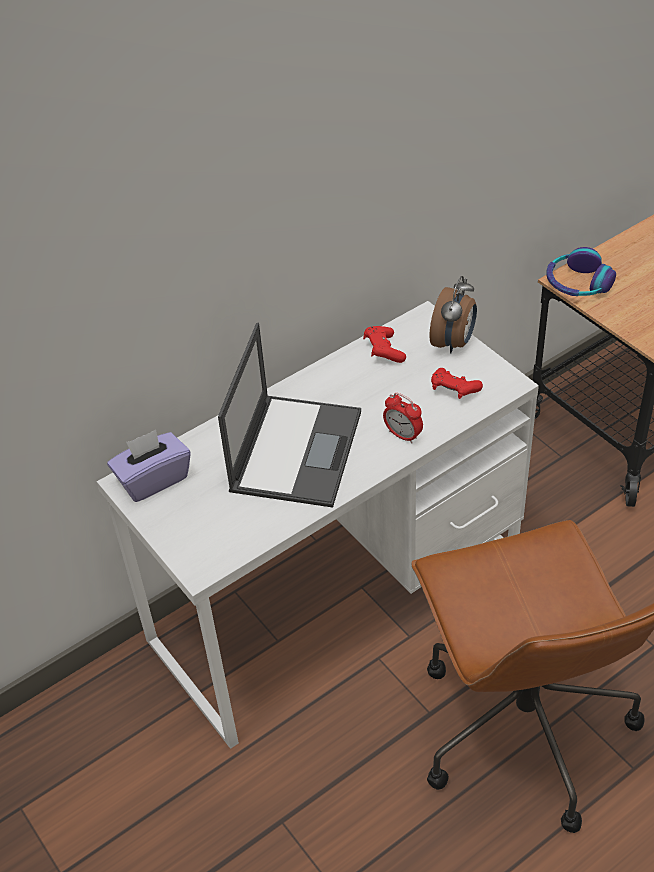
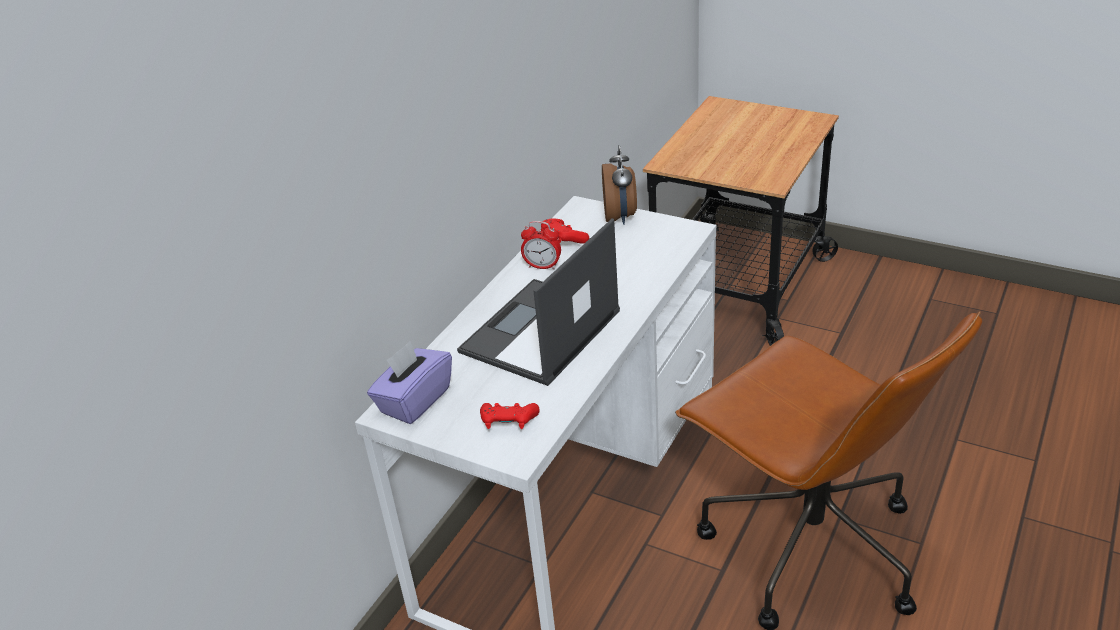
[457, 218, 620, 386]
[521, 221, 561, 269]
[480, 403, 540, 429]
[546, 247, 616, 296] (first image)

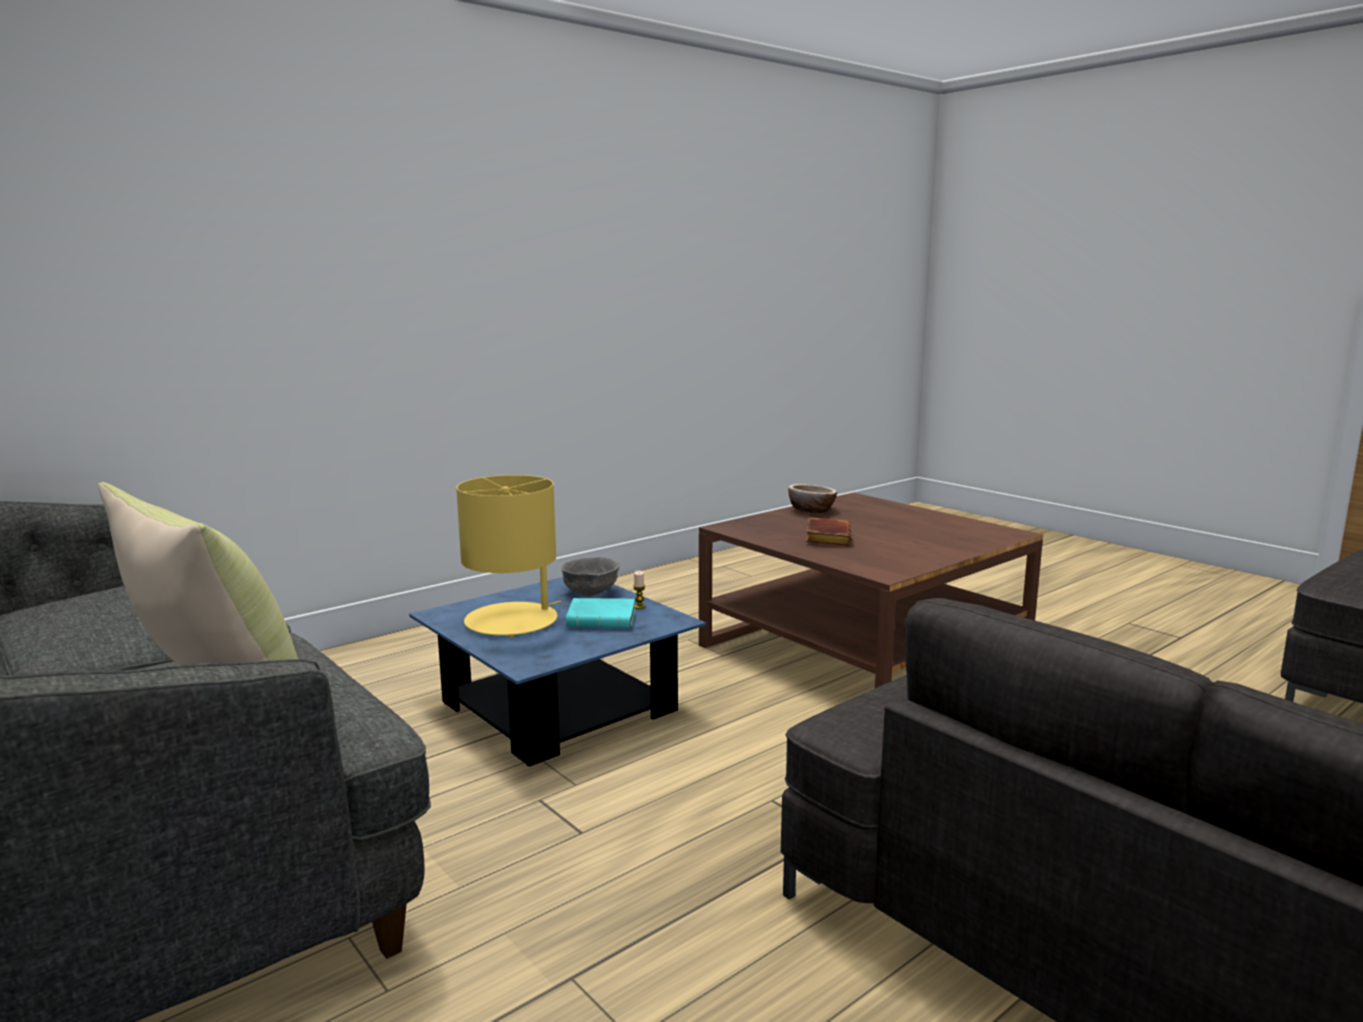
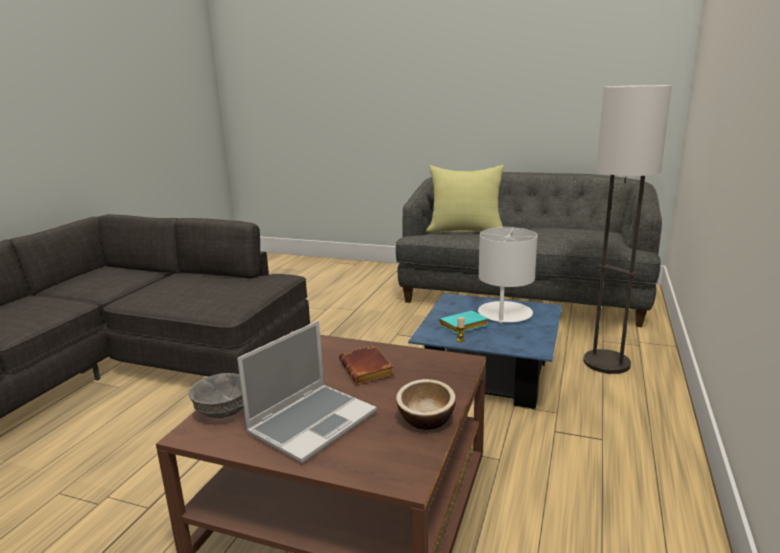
[478, 227, 538, 324]
[188, 373, 244, 418]
[237, 321, 377, 463]
[583, 85, 672, 374]

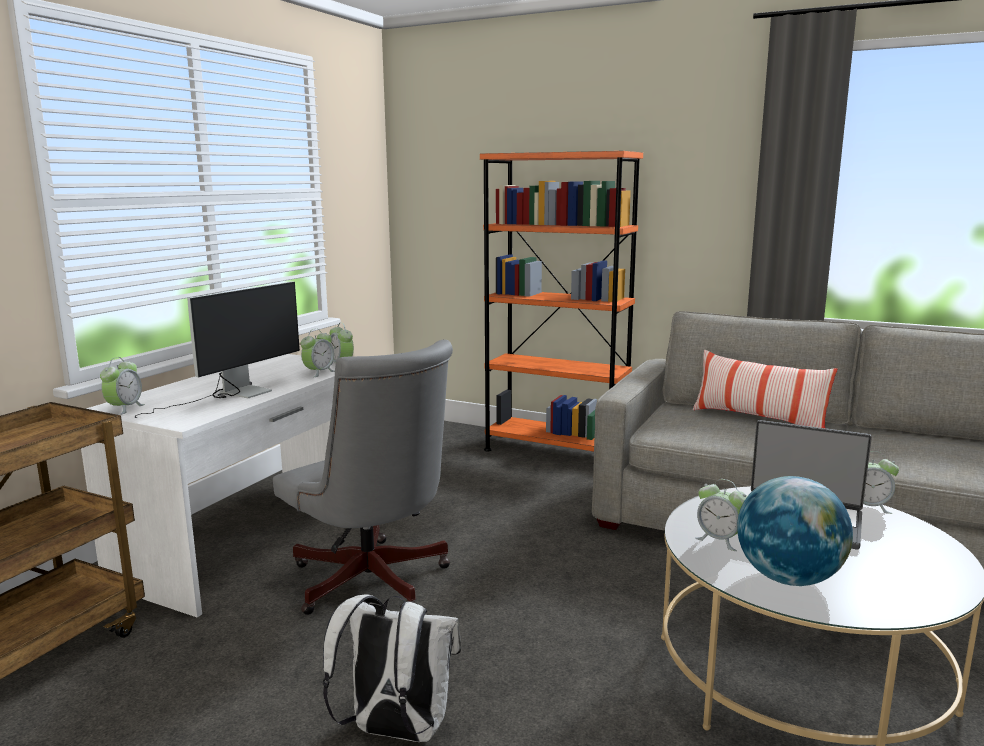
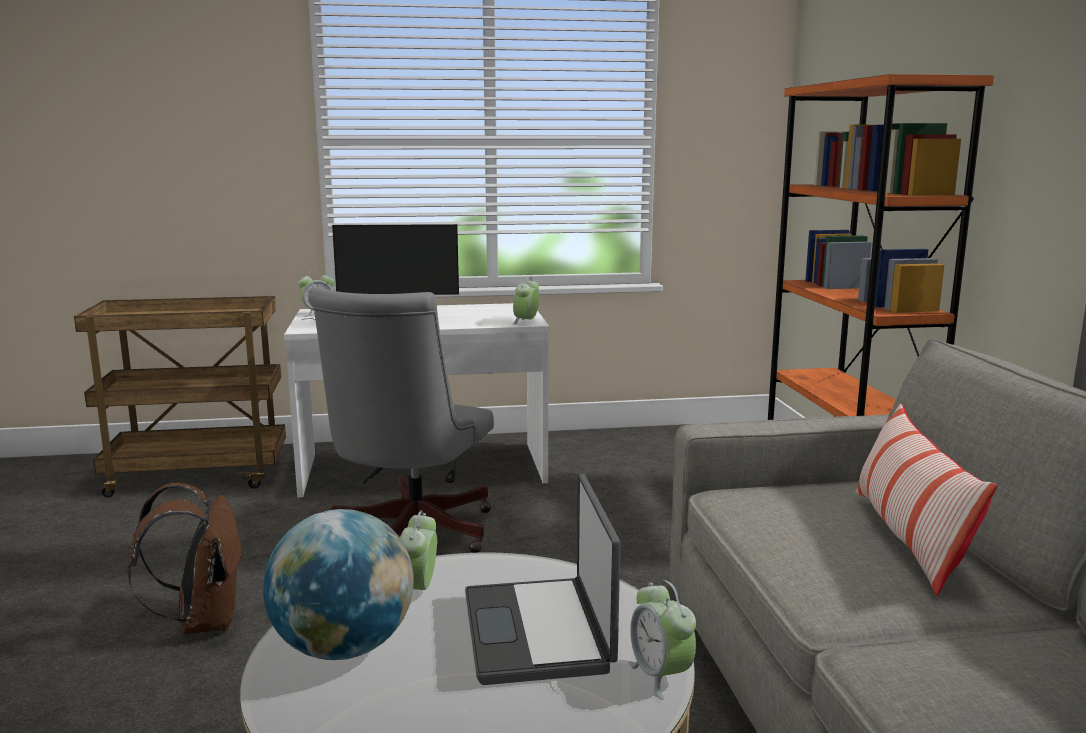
[301, 329, 335, 377] (first image)
[128, 483, 244, 634]

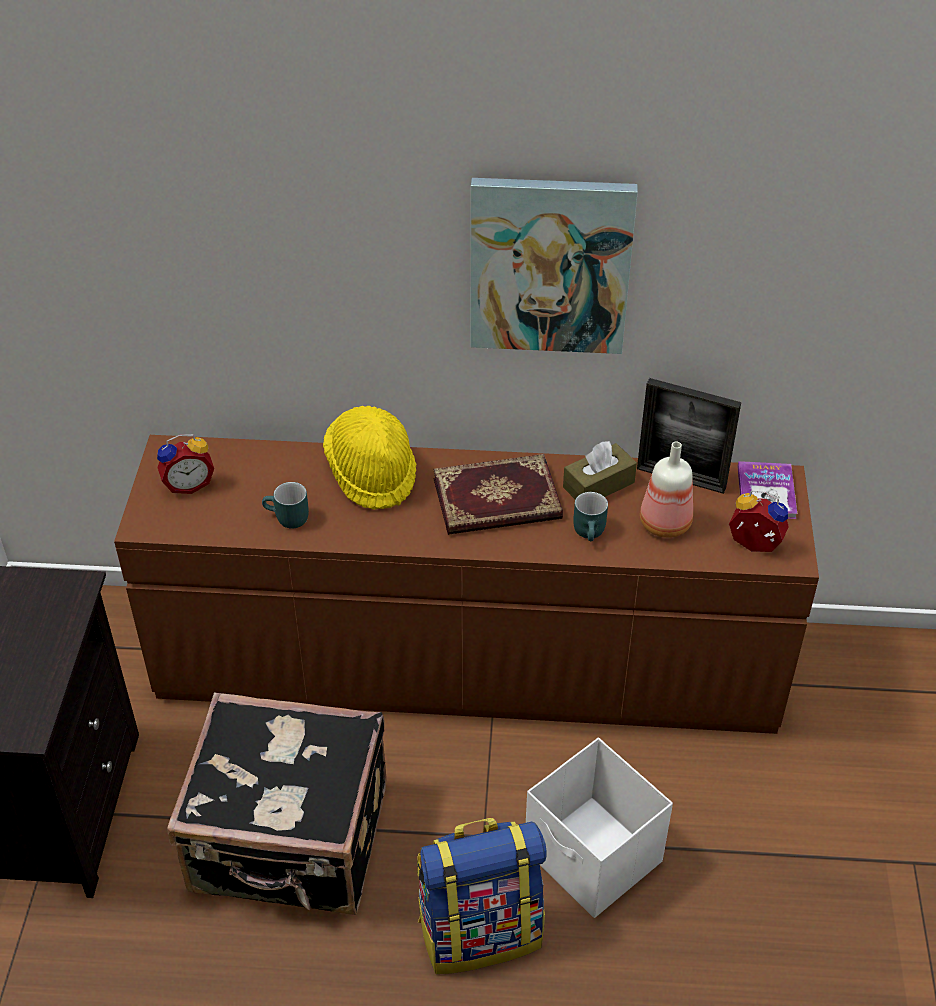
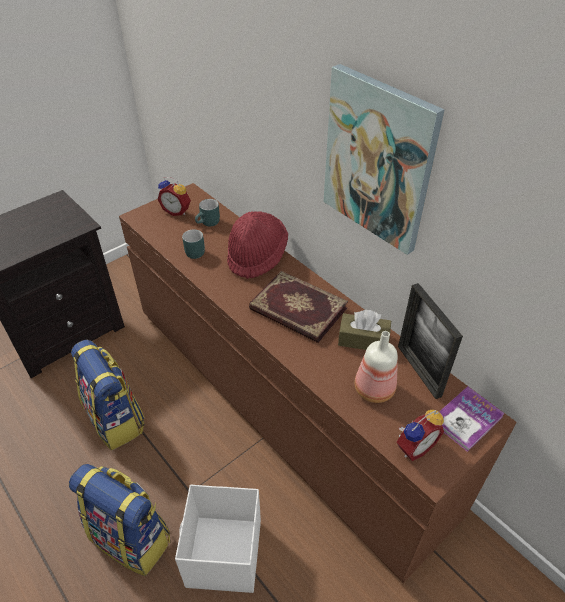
[71, 340, 145, 450]
[227, 211, 288, 279]
[195, 199, 220, 226]
[397, 410, 444, 461]

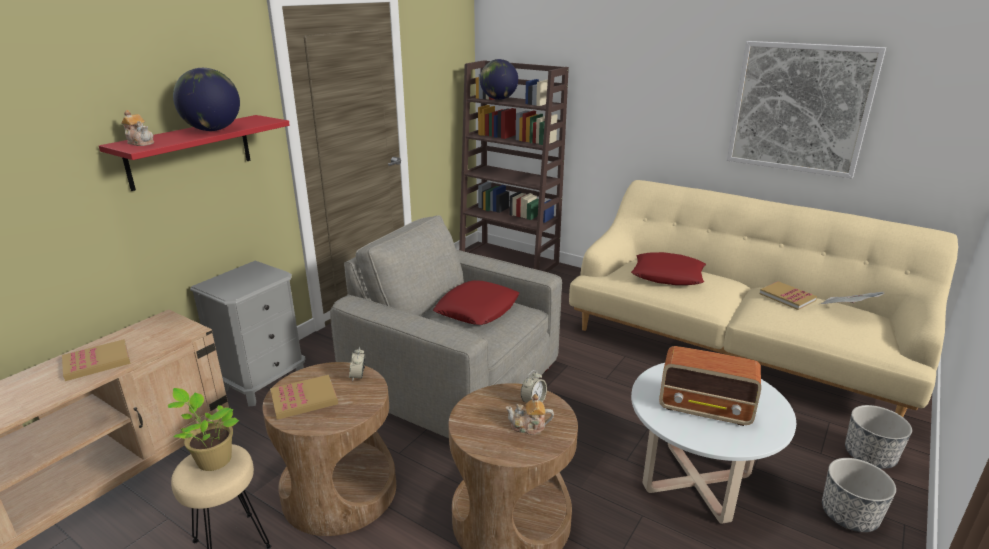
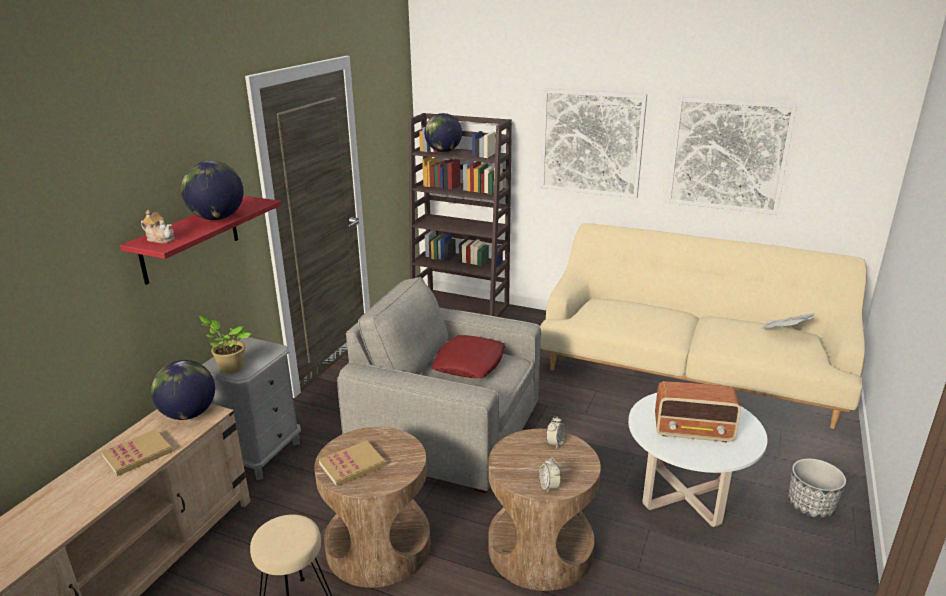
[199, 316, 251, 373]
[539, 457, 561, 492]
[506, 394, 554, 435] (first image)
[631, 252, 706, 285] (first image)
[760, 281, 817, 310] (first image)
[845, 405, 912, 469] (first image)
[151, 360, 215, 420]
[540, 88, 647, 199]

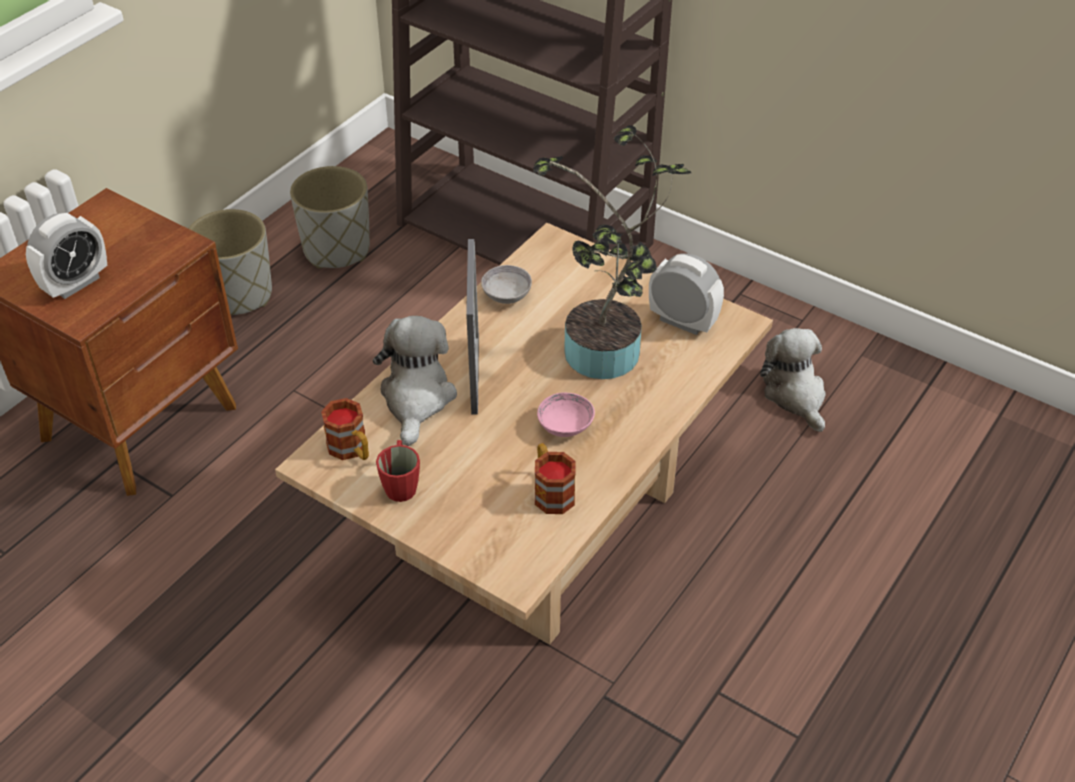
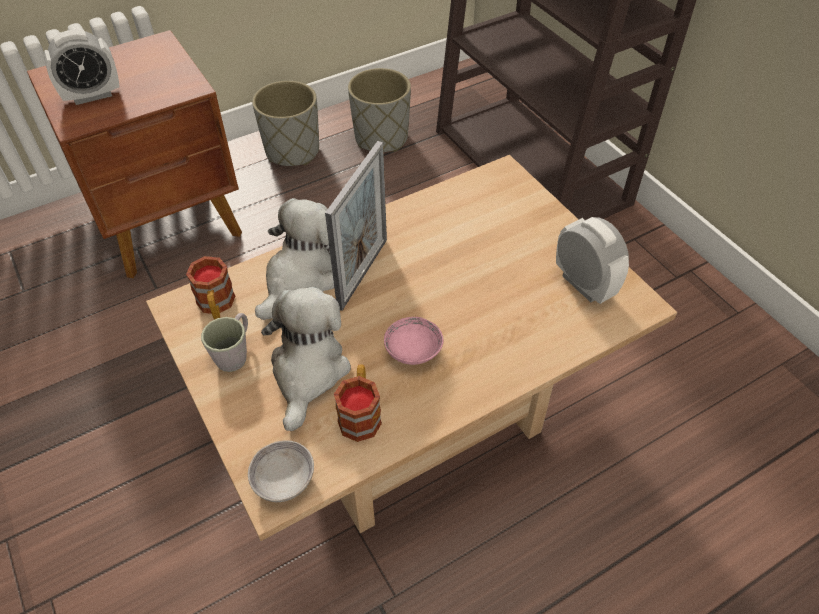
[201, 313, 248, 372]
[248, 440, 314, 502]
[533, 125, 691, 379] (first image)
[261, 287, 351, 431]

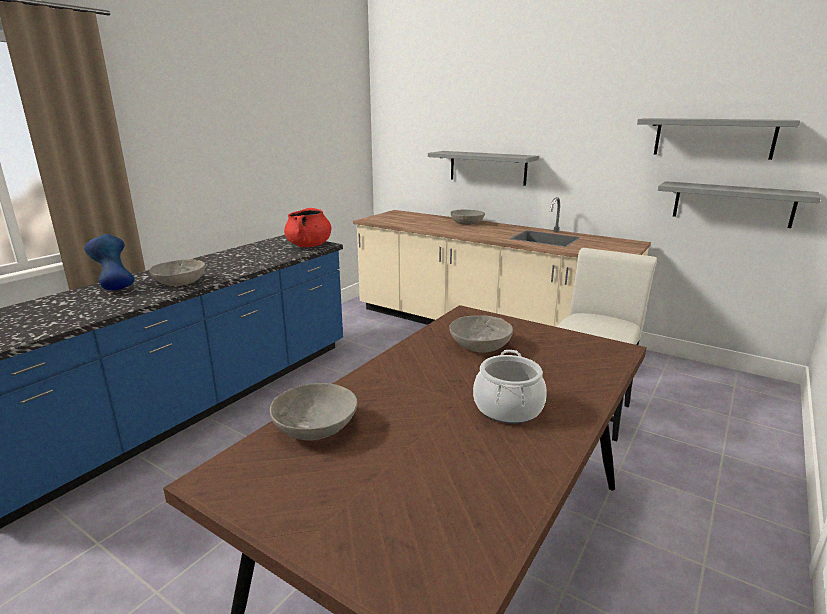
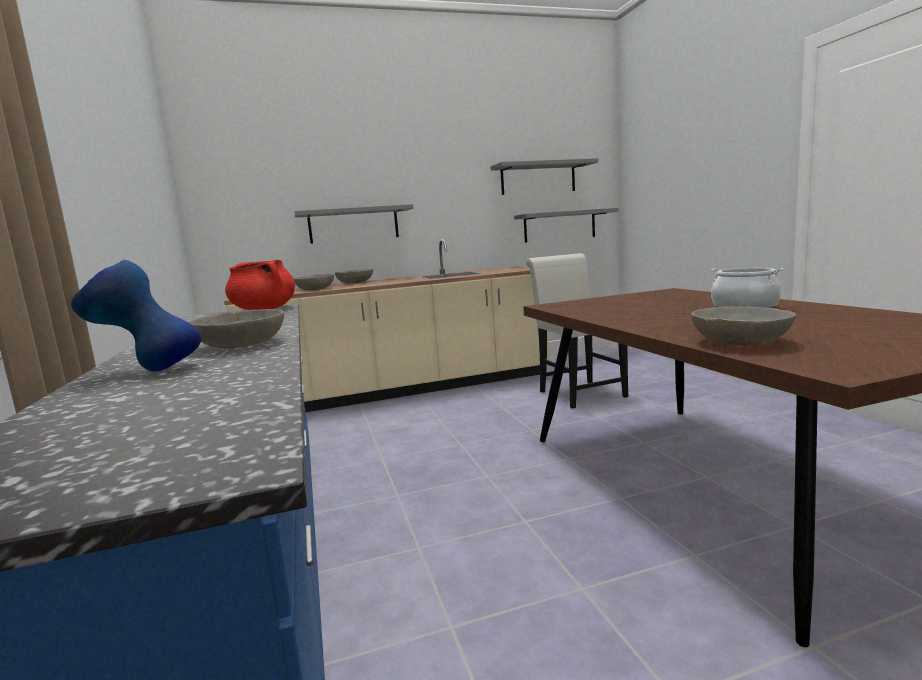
[294, 274, 334, 290]

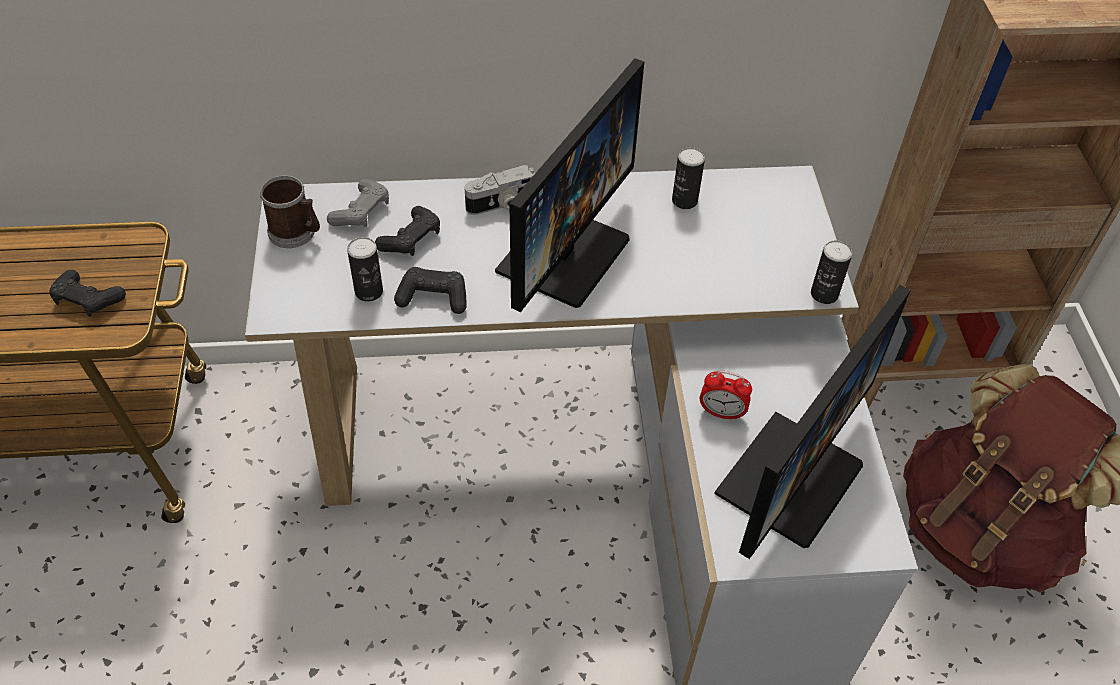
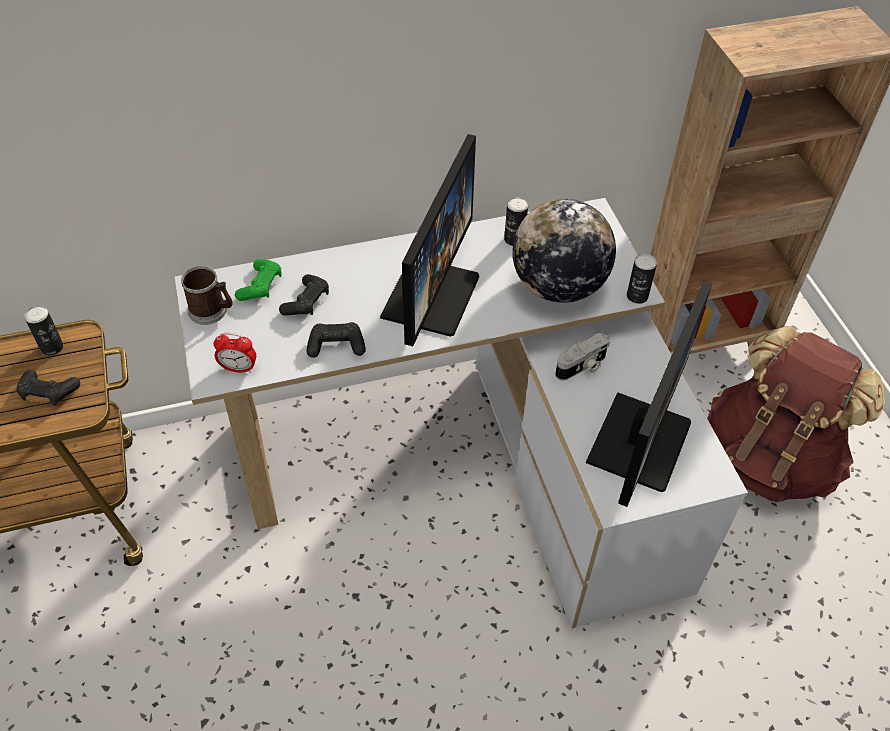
[235, 259, 282, 301]
[24, 306, 63, 356]
[555, 333, 610, 381]
[213, 333, 256, 373]
[512, 199, 616, 303]

